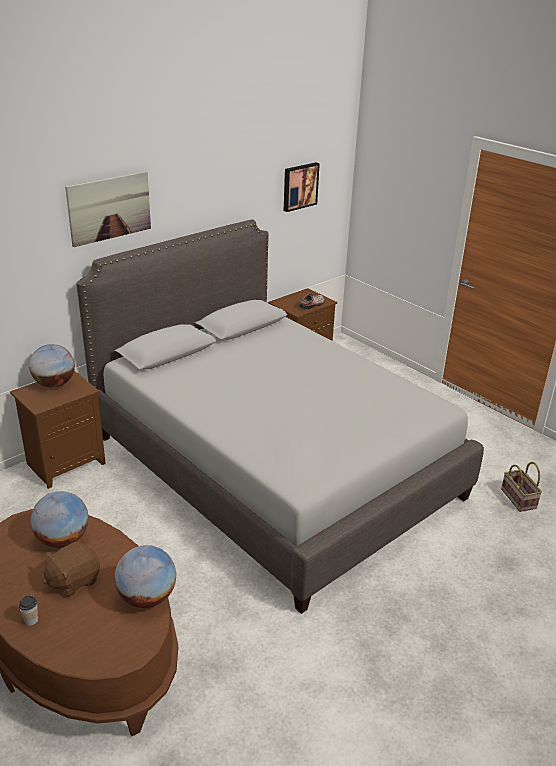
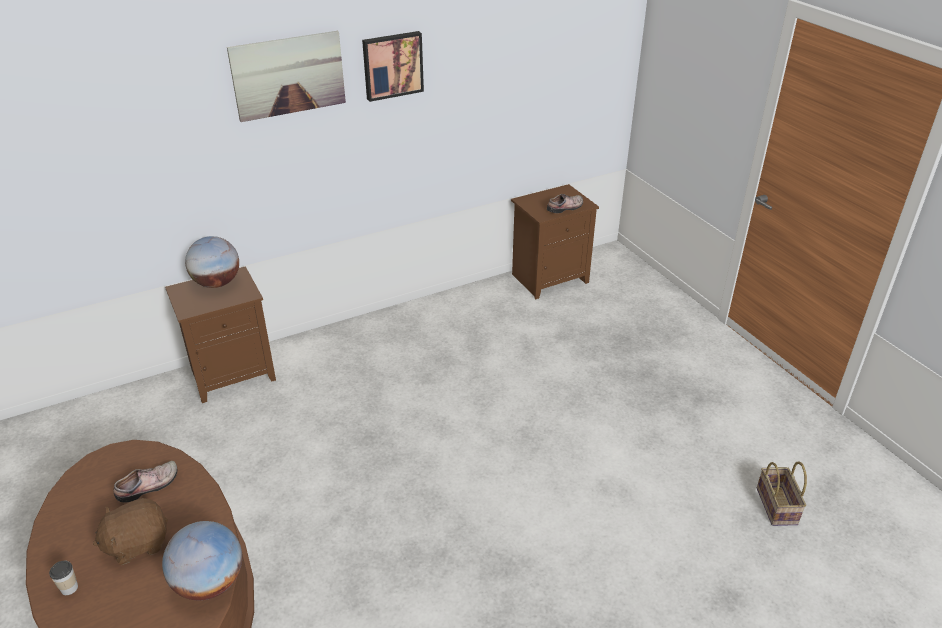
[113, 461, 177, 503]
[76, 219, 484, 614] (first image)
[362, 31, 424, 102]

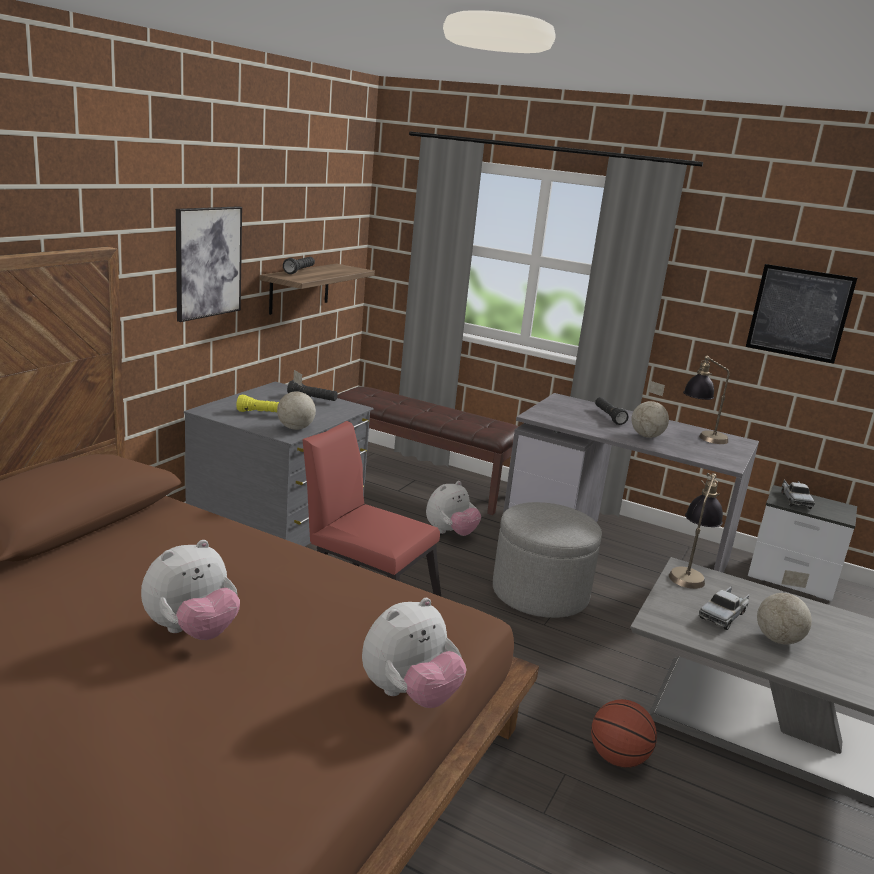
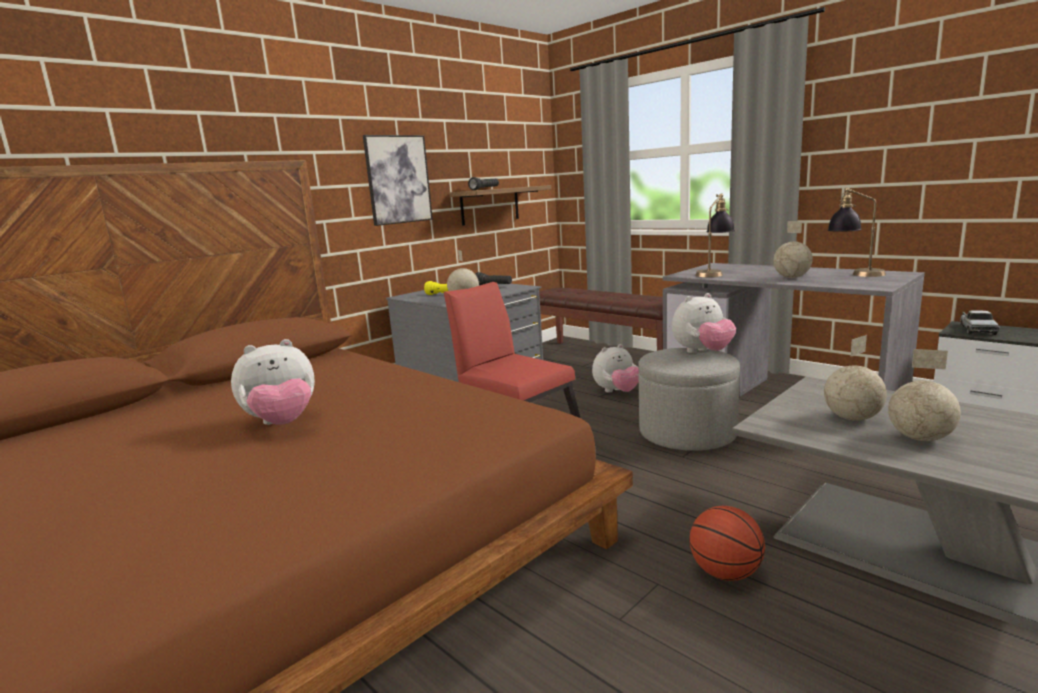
[672, 293, 736, 353]
[595, 397, 628, 425] (first image)
[695, 193, 735, 277]
[824, 335, 887, 421]
[746, 264, 857, 364] (first image)

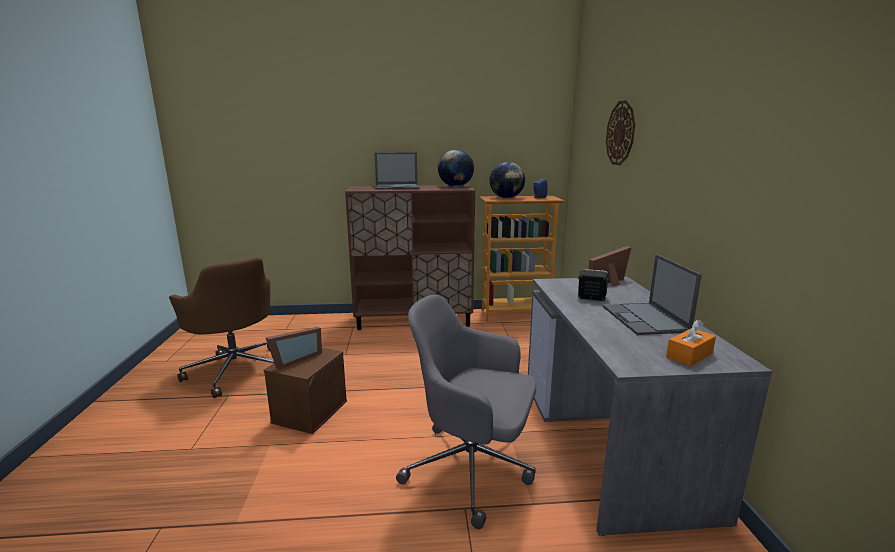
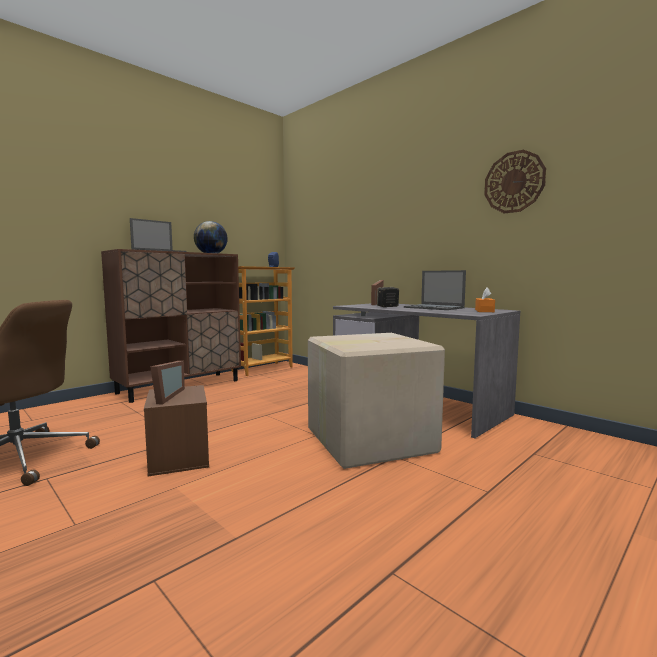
[308, 333, 445, 469]
[490, 162, 525, 198] (first image)
[484, 149, 546, 213]

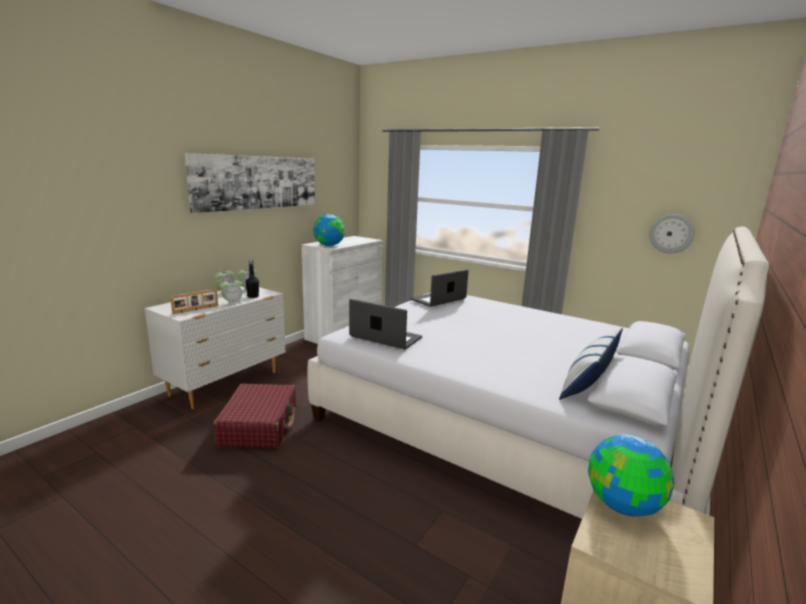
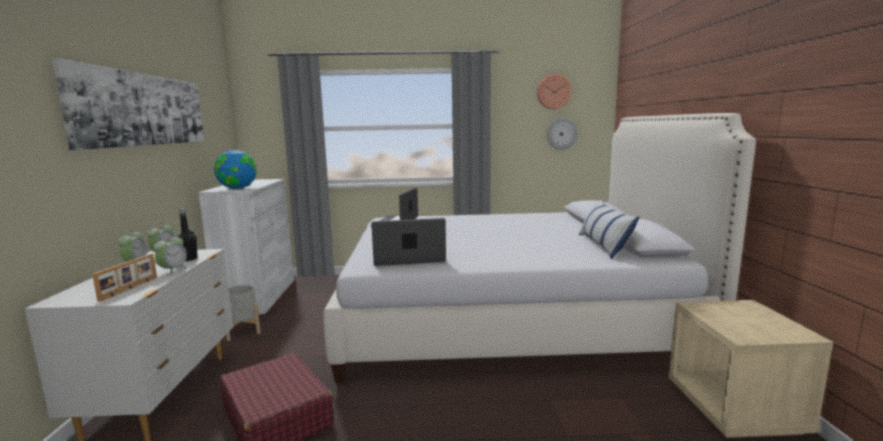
[588, 434, 674, 517] (first image)
[226, 285, 261, 341]
[537, 74, 571, 109]

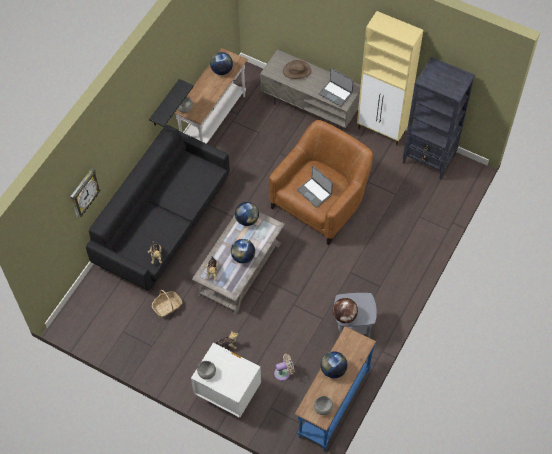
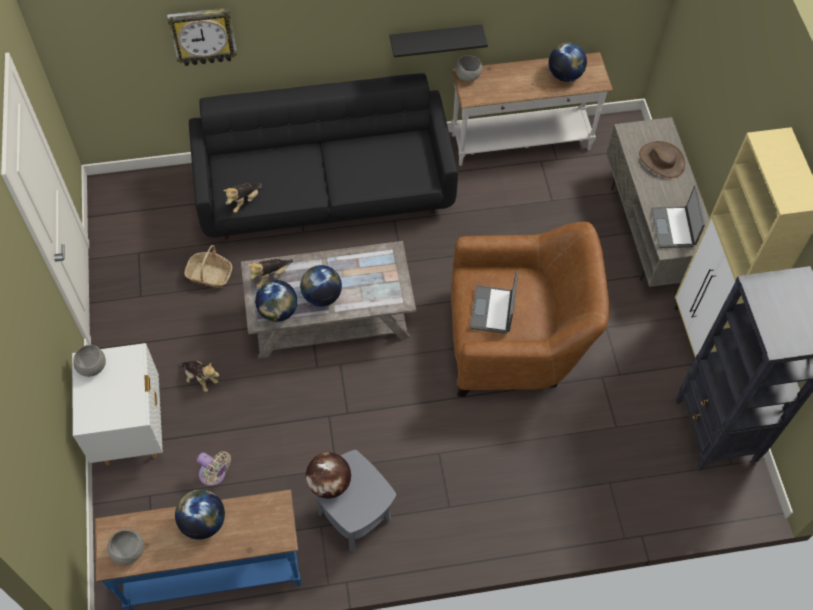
[255, 280, 297, 322]

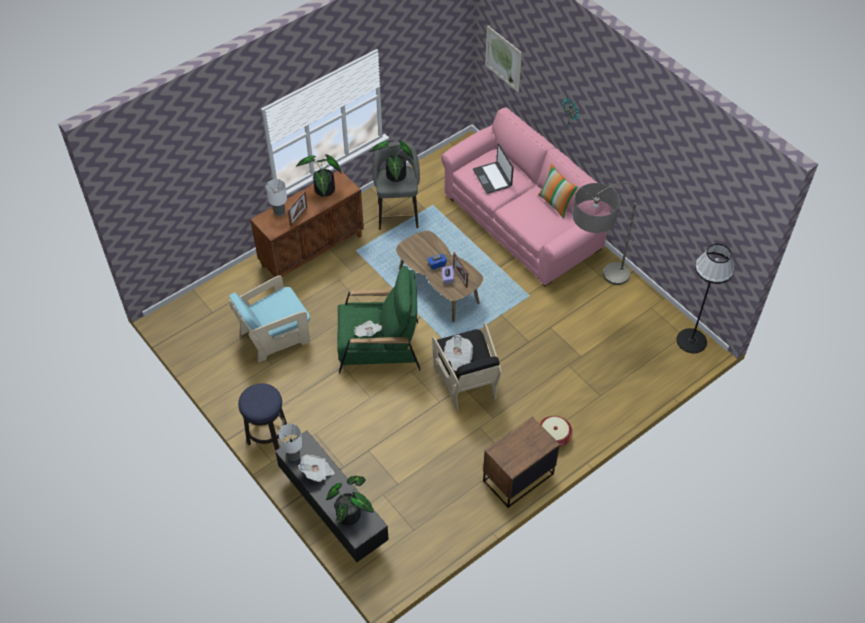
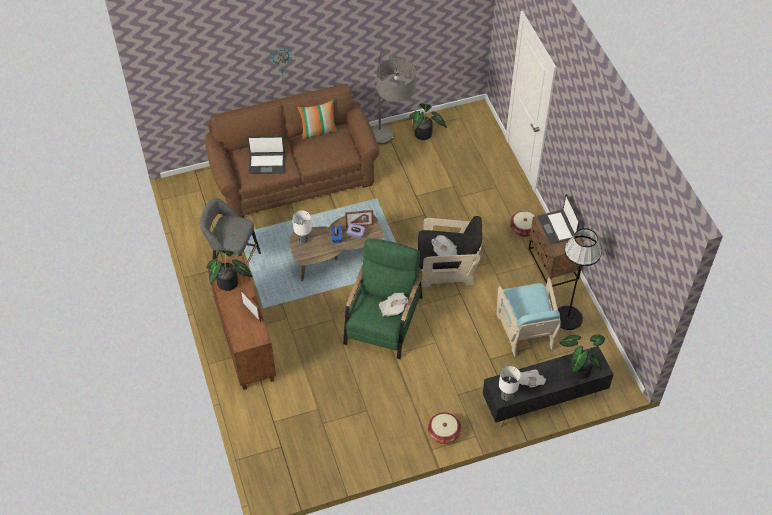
[496, 278, 561, 357]
[427, 412, 461, 444]
[292, 210, 312, 244]
[407, 103, 447, 140]
[205, 84, 379, 218]
[485, 26, 522, 92] (first image)
[558, 228, 602, 330]
[538, 194, 580, 244]

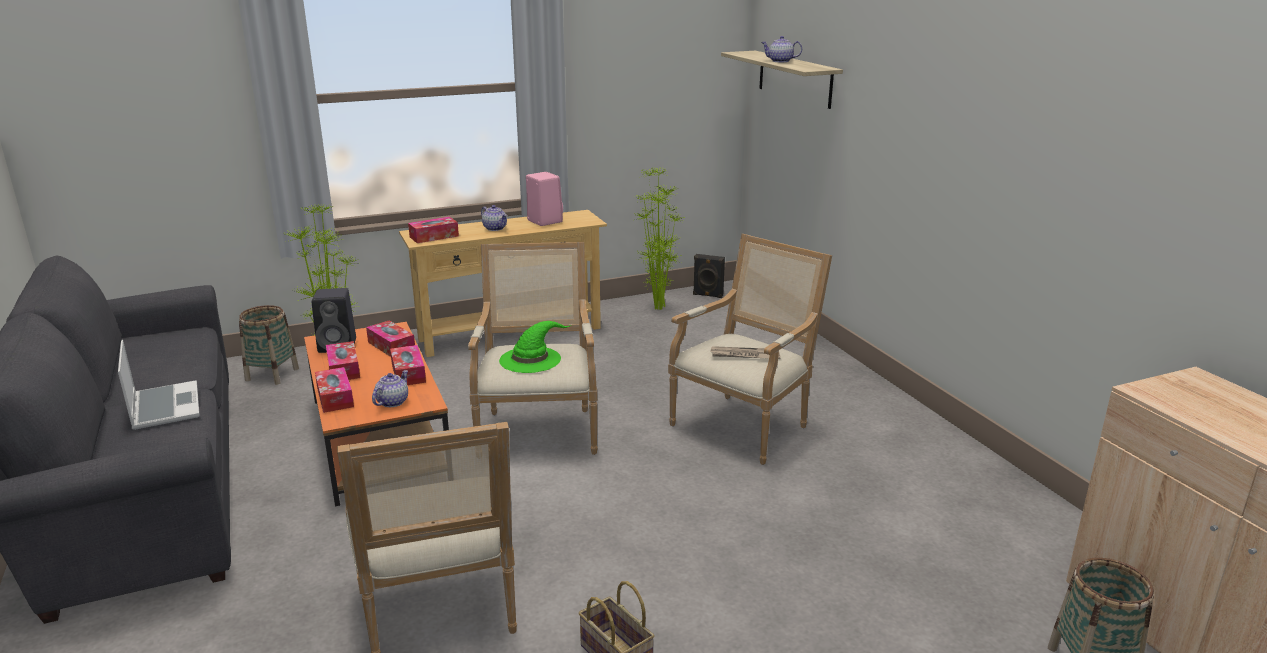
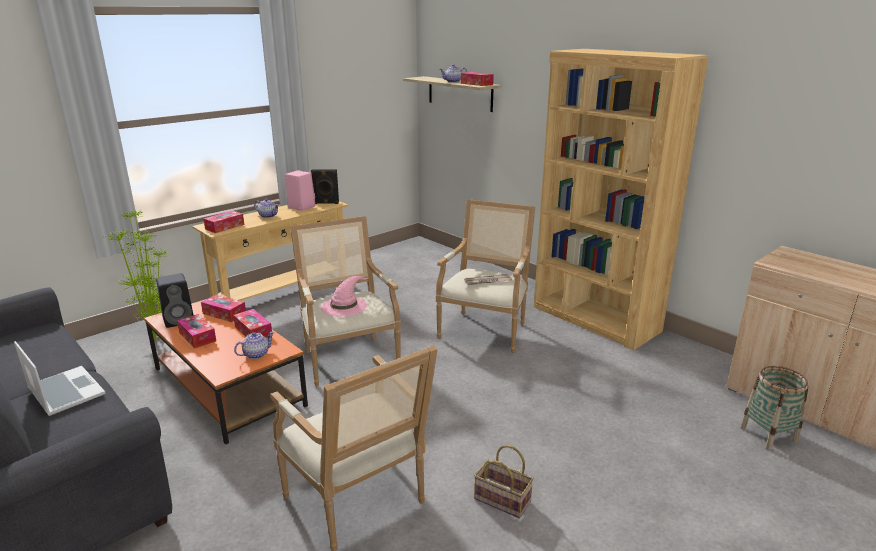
[239, 305, 299, 385] (first image)
[461, 72, 494, 86]
[234, 331, 275, 359]
[321, 276, 369, 317]
[634, 167, 685, 310] (first image)
[311, 169, 339, 204]
[534, 49, 709, 351]

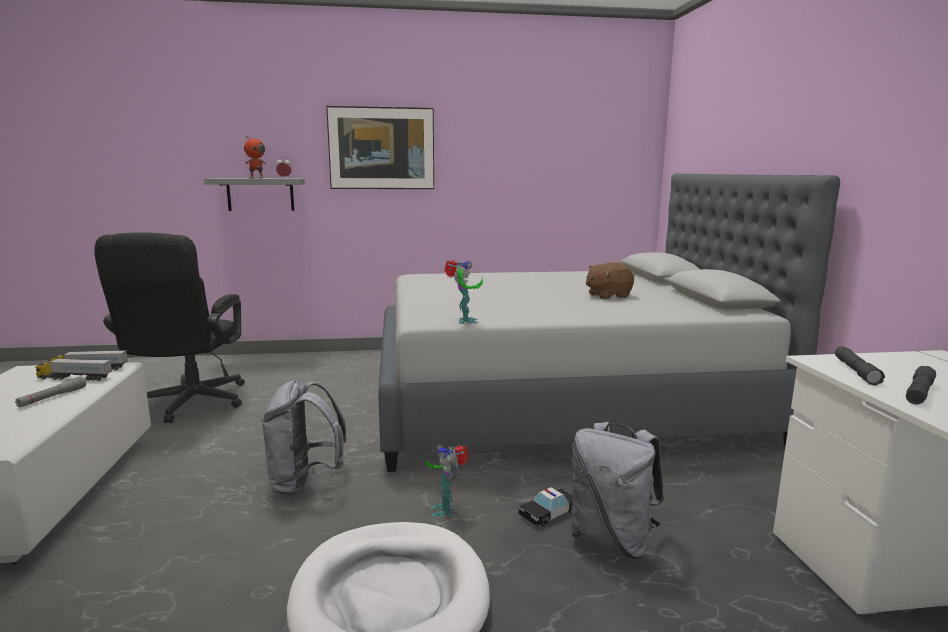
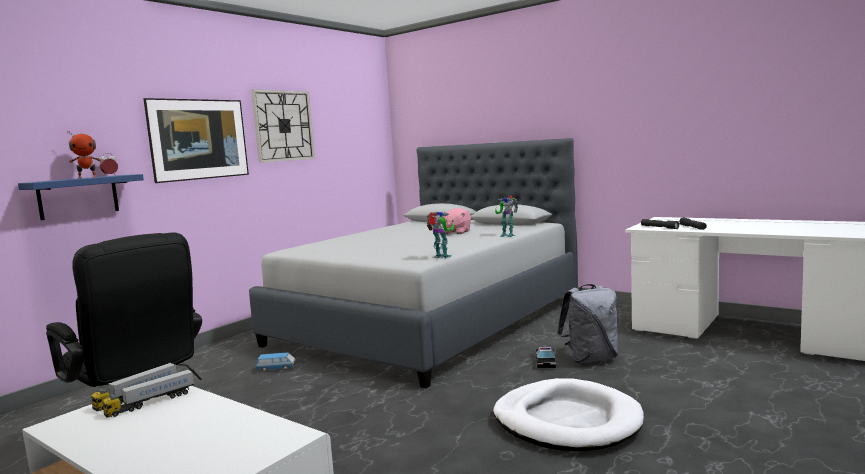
[15, 376, 86, 407] (first image)
[18, 174, 144, 220]
[261, 380, 347, 496] (first image)
[495, 196, 518, 237]
[443, 208, 471, 234]
[251, 89, 315, 163]
[256, 353, 296, 372]

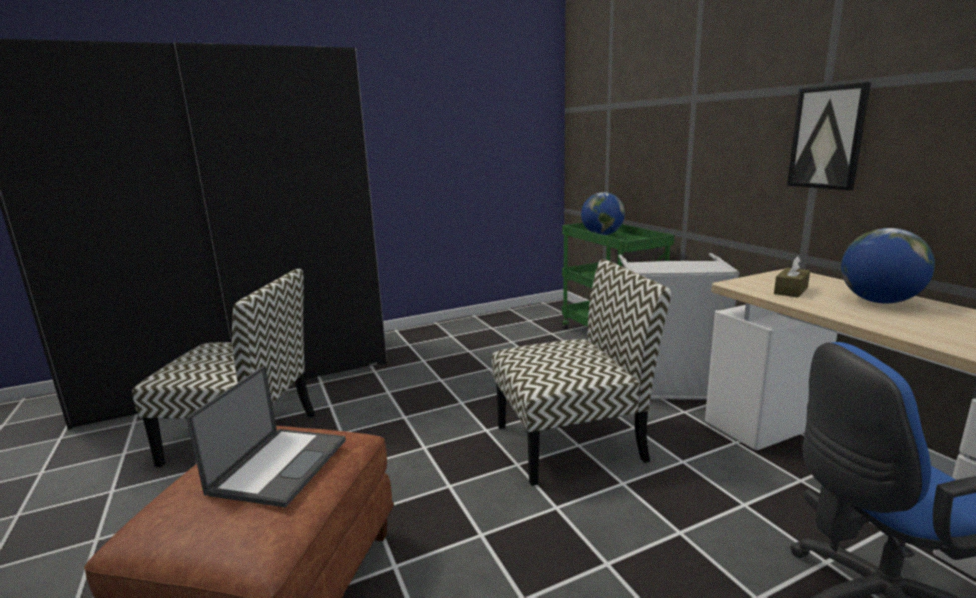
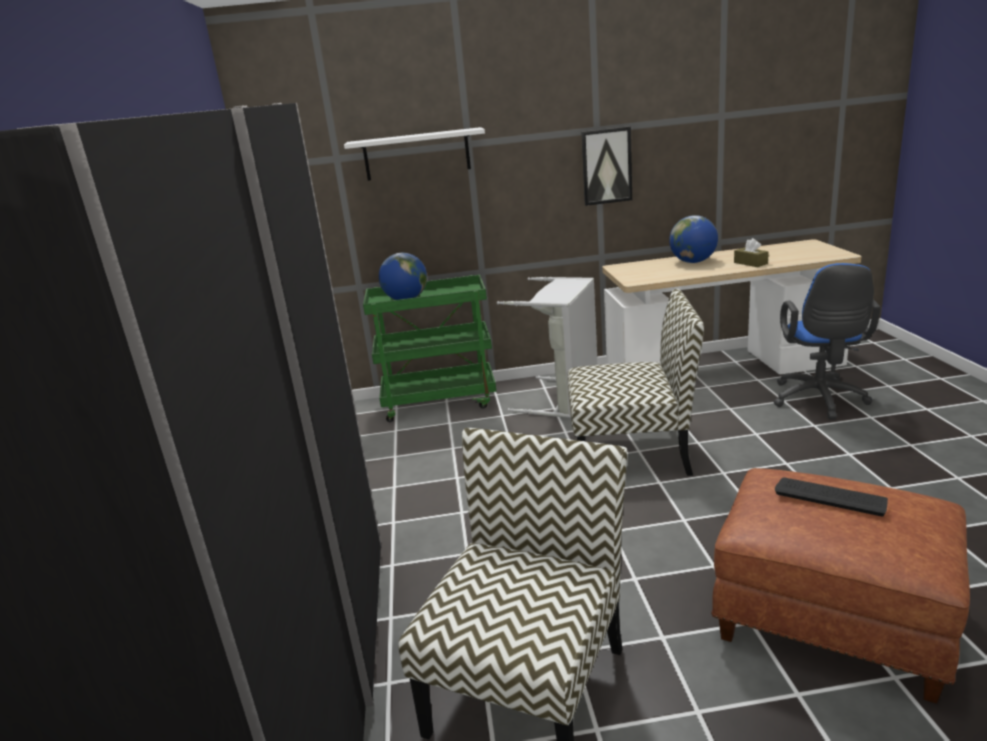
[775, 477, 888, 517]
[567, 289, 704, 476]
[734, 238, 769, 267]
[344, 127, 485, 181]

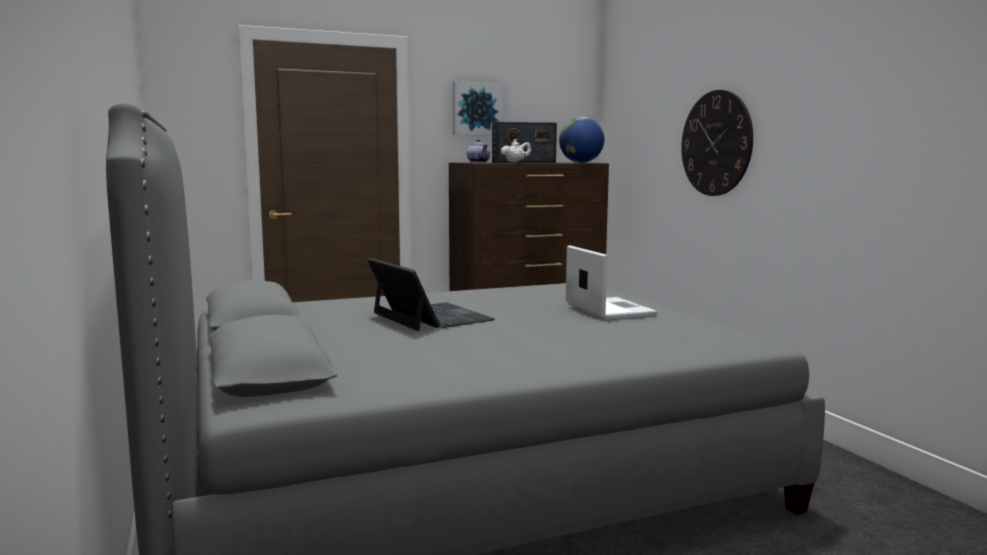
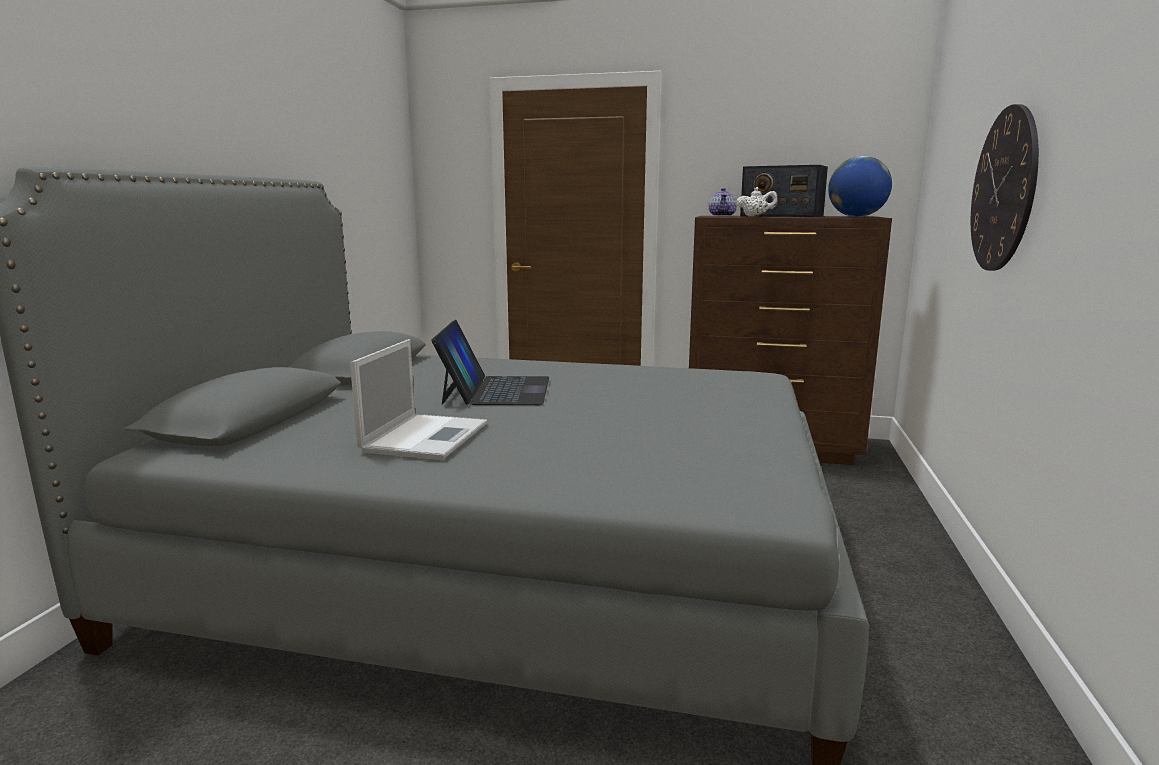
[453, 81, 503, 136] (first image)
[350, 339, 487, 460]

